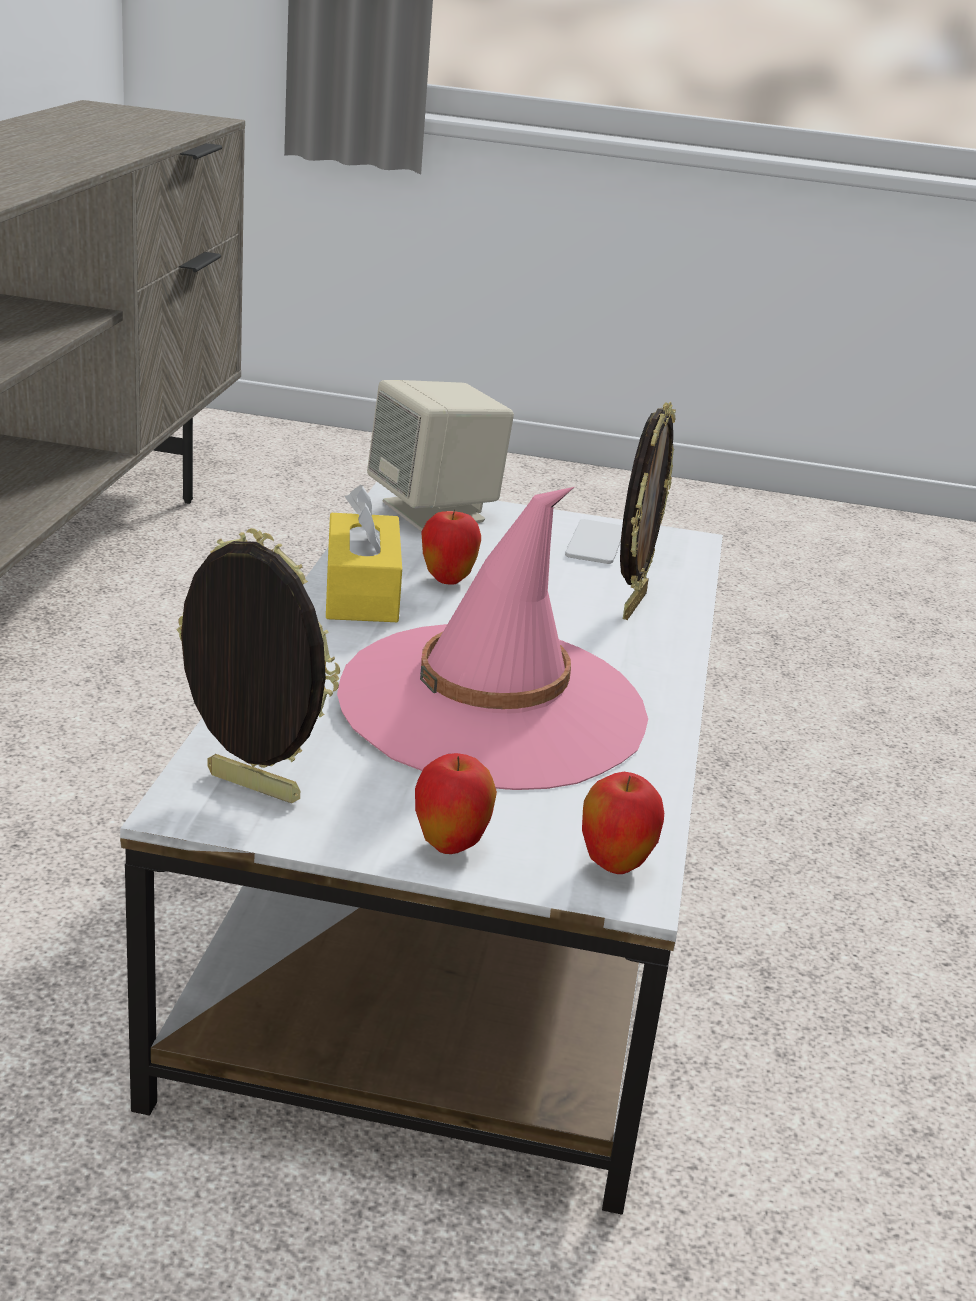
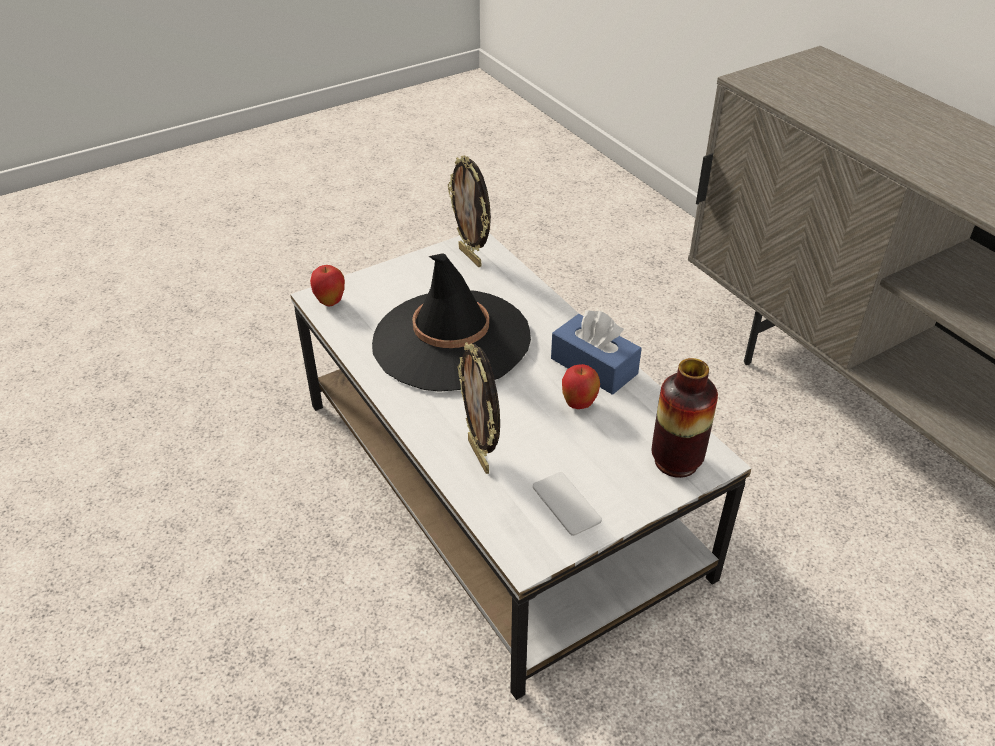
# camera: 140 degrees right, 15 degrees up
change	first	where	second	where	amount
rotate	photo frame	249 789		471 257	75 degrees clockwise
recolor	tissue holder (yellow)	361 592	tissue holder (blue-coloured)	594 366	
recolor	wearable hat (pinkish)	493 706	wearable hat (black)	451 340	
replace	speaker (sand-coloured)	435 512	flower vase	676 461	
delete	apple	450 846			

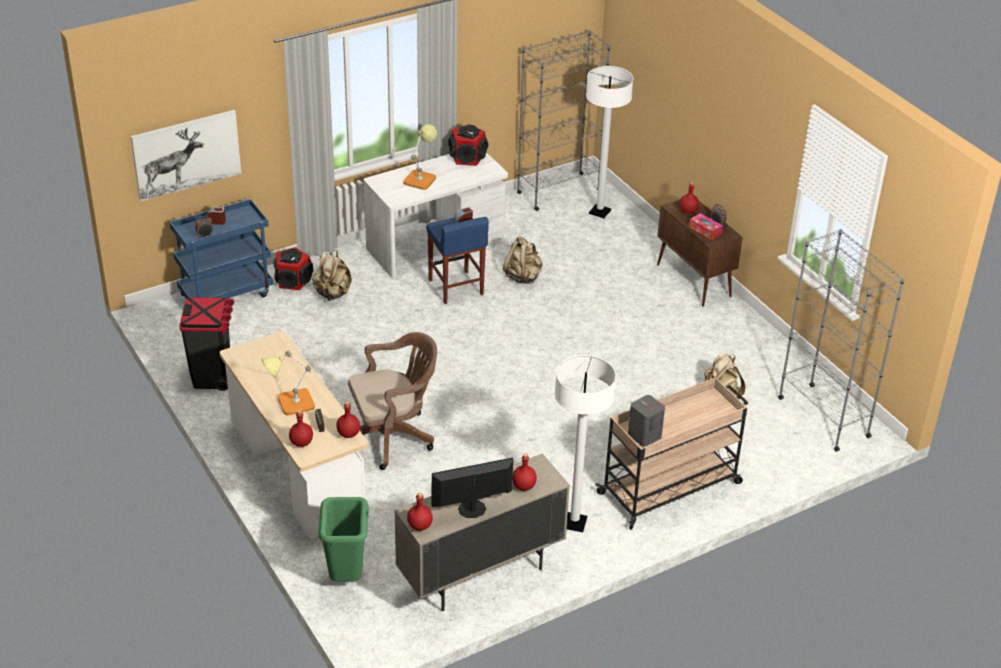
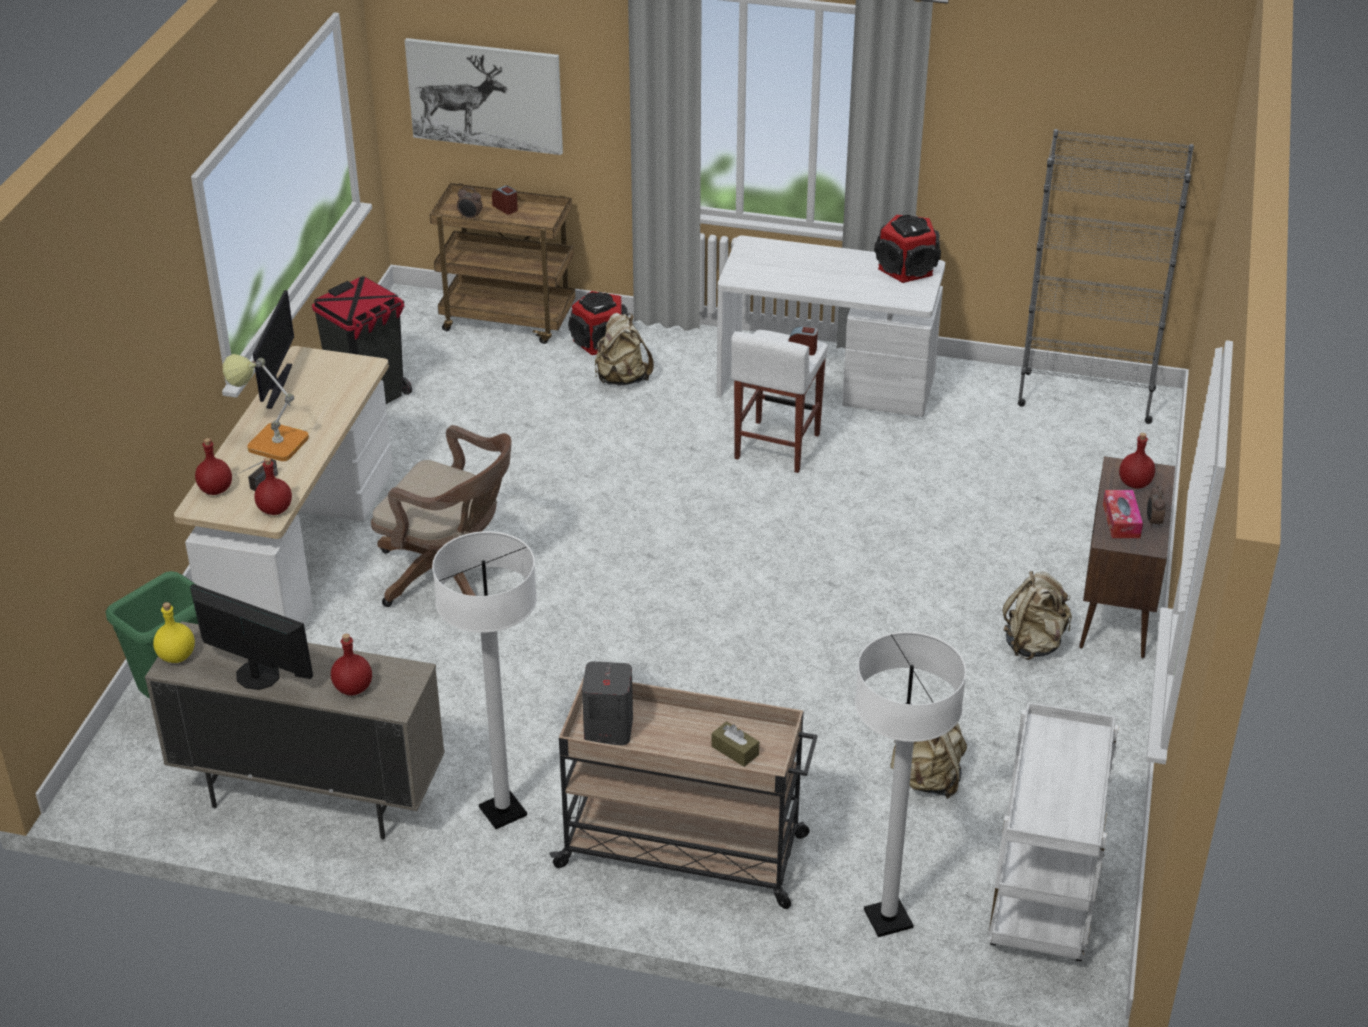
# camera: 45 degrees right, 0 degrees up
change	first	where	second	where	amount
recolor	cart (blue-coloured)	226 294	cart (brown-coloured)	509 320	
delete	table lamp	421 178			
recolor	drink bottle (red-coloured)	420 526	drink bottle (yellow)	177 656	
recolor	stool seat (blue-coloured)	456 288	stool seat (white-coloured)	776 447	
move	knapsack (sand-coloured)	523 276		1034 643	
move	floor lamp (white-coloured)	600 212		888 919	
replace	shelving unit (grey)	823 417	cart (white-coloured)	1043 902	
insert			computer screen	277 386	
insert			tissue holder (brown-coloured)	735 750	

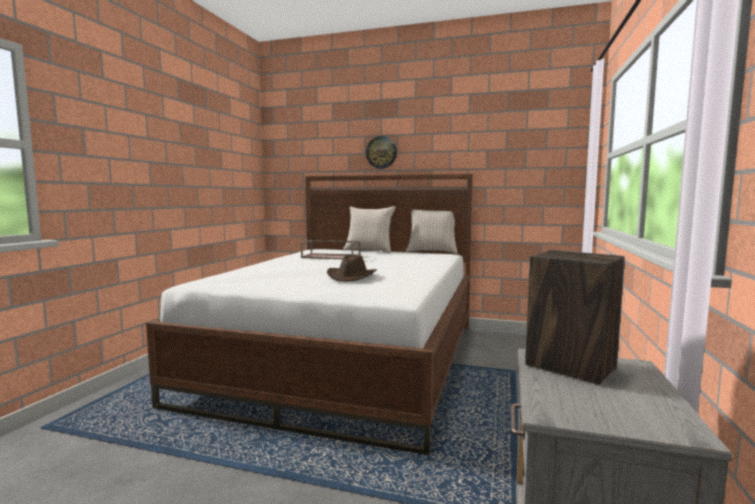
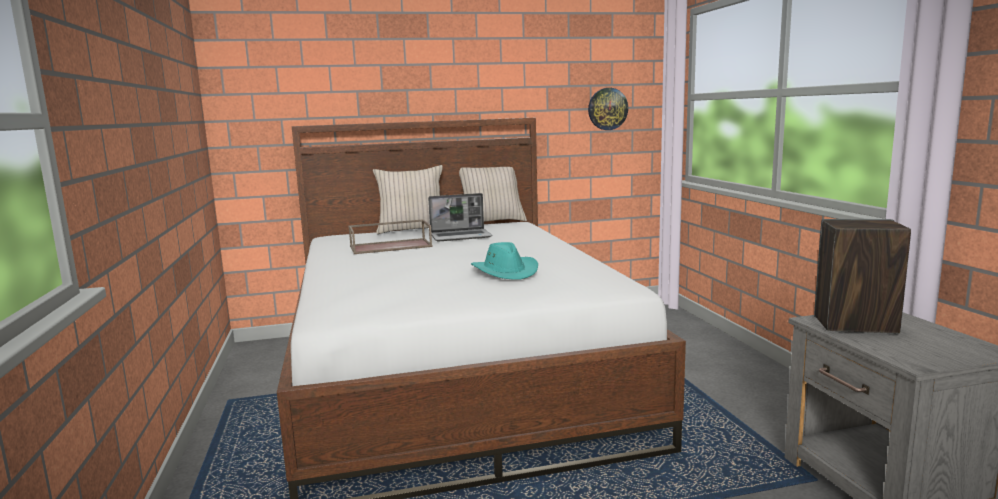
# camera: 30 degrees left, 5 degrees up
change	first	where	second	where	amount
recolor	wearable hat (brown-coloured)	352 277	wearable hat (turquoise-coloured)	505 272	
move	wall clock	381 152		607 109	
insert			laptop	461 236	

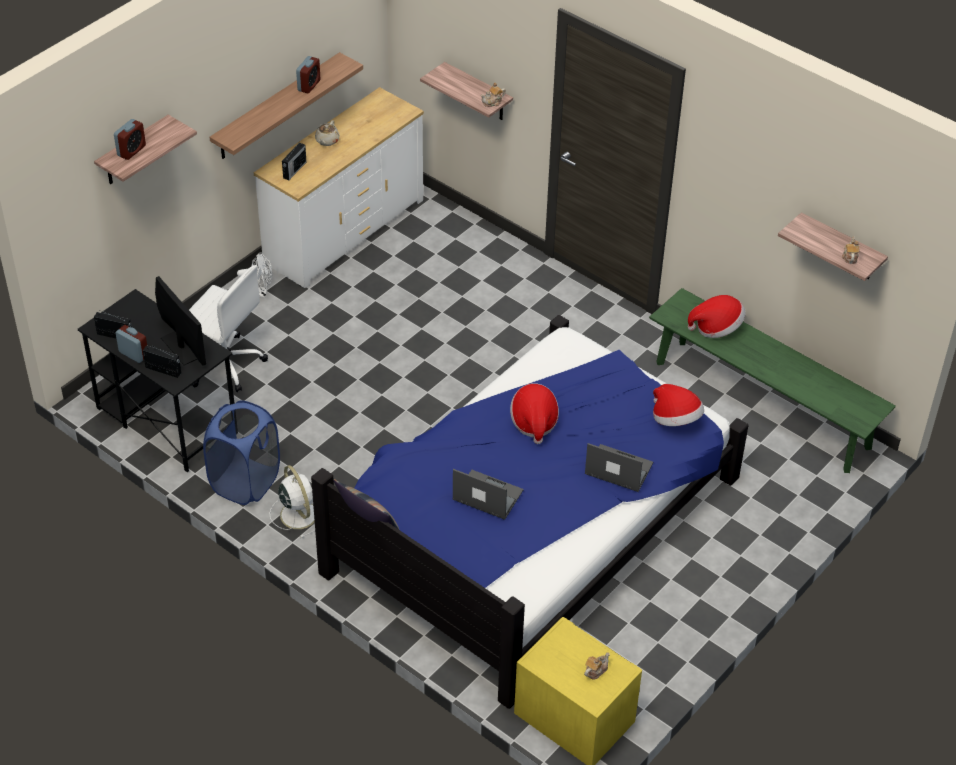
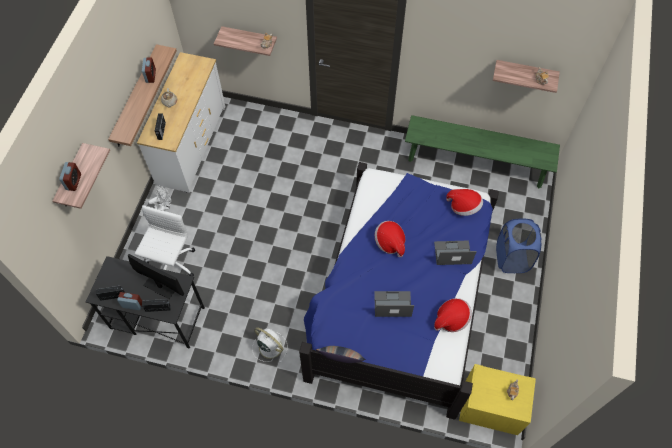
# camera: 25 degrees left, 15 degrees up
change	first	where	second	where	amount
rotate	desk chair (white-coloured)	224 364		171 264	75 degrees counterclockwise
move	washing basket (blue-coloured)	245 482		512 258	
move	wearable hat	716 327		451 319	

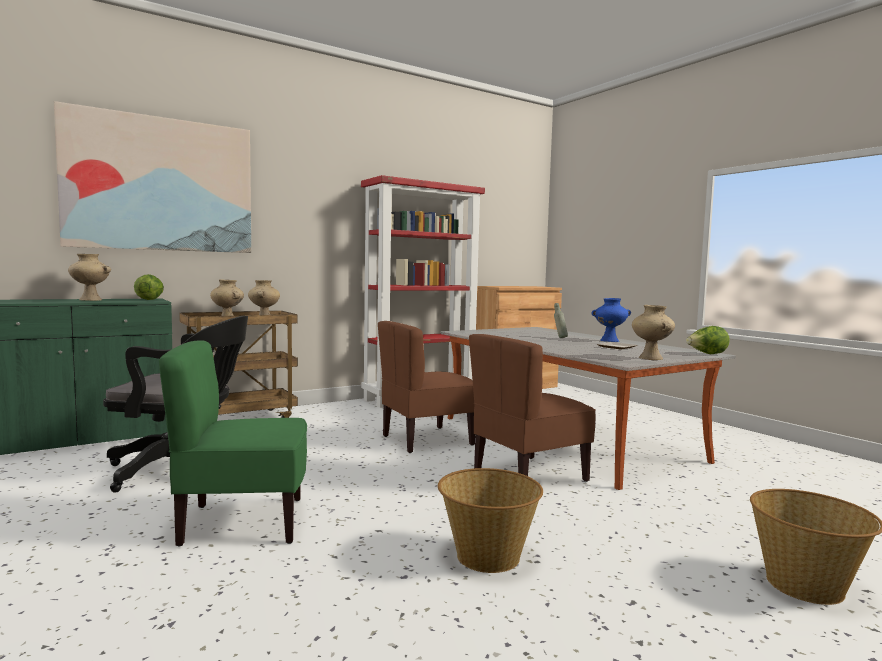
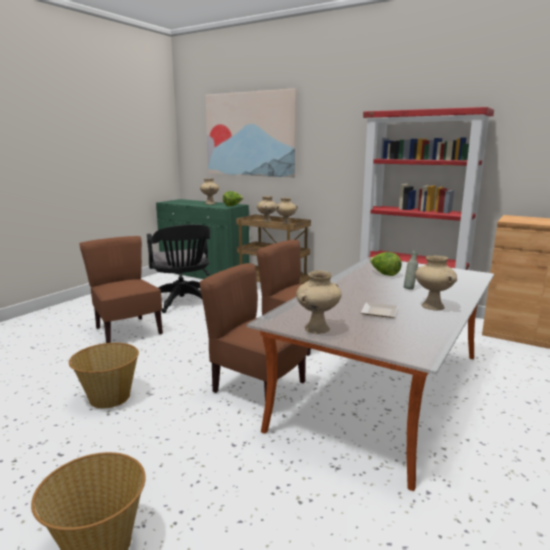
# camera: 65 degrees right, 10 degrees up
change	first	where	second	where	amount
recolor	plain chair (green)	242 522	plain chair (brown-coloured)	127 331	
recolor	flower vase (blue-coloured)	609 341	flower vase (sand-coloured)	432 306	
move	head of lettuce	706 354		384 274	

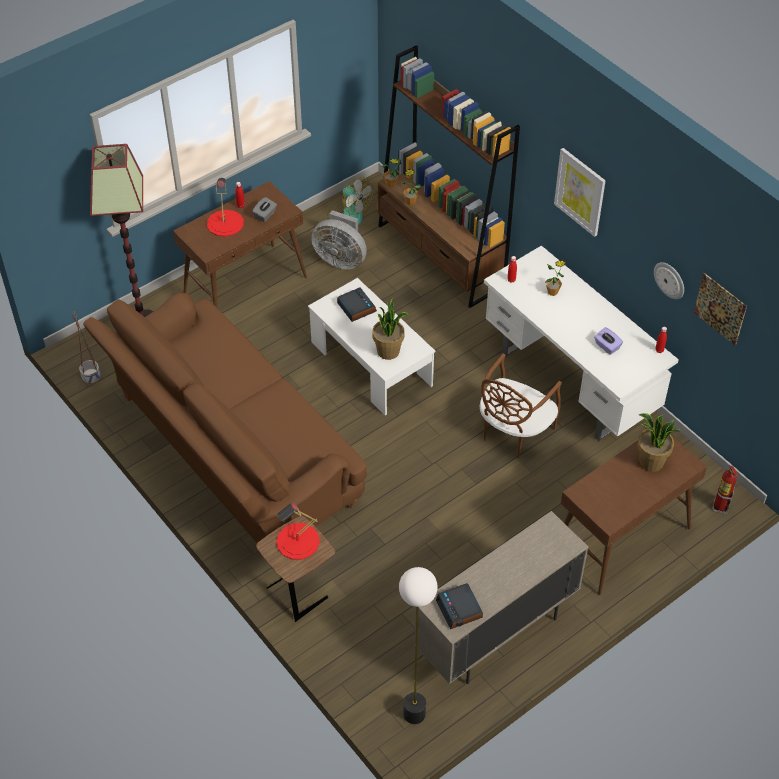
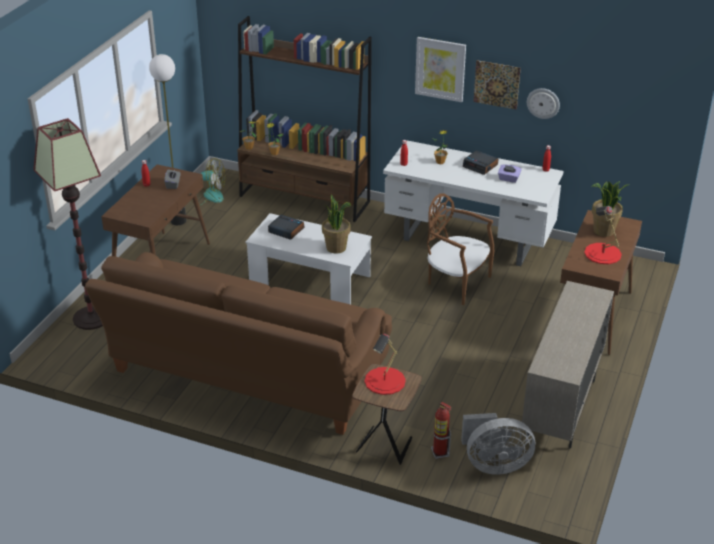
# camera: 30 degrees left, 15 degrees down
change	first	where	second	where	amount
delete	flower pot	91 378			
move	table lamp (red-coloured)	225 223		602 253	
move	cooling fan (grey)	341 259		494 464	
move	floor lamp	414 714		178 221	
move	table clock	459 609		480 166	
rotate	plain chair (brown-coloured)	513 432		456 282	120 degrees clockwise
move	wall picture	720 309		496 84	
move	extinguisher	720 507		440 453	

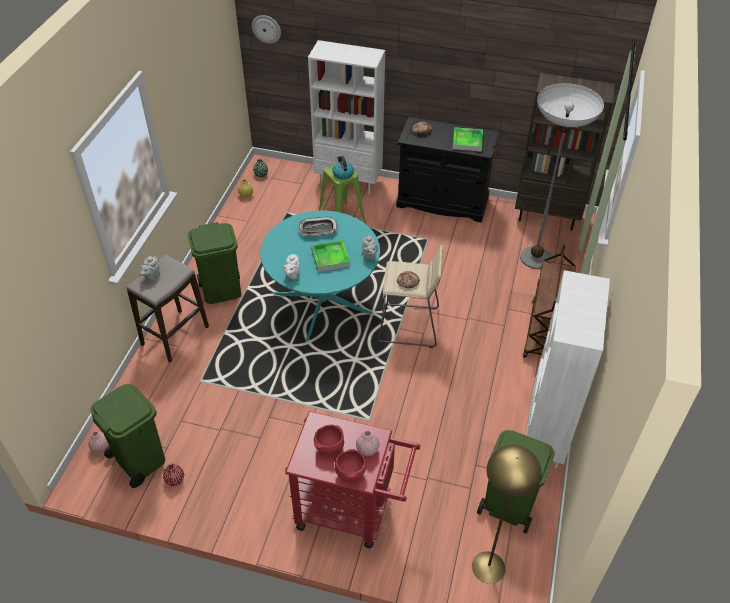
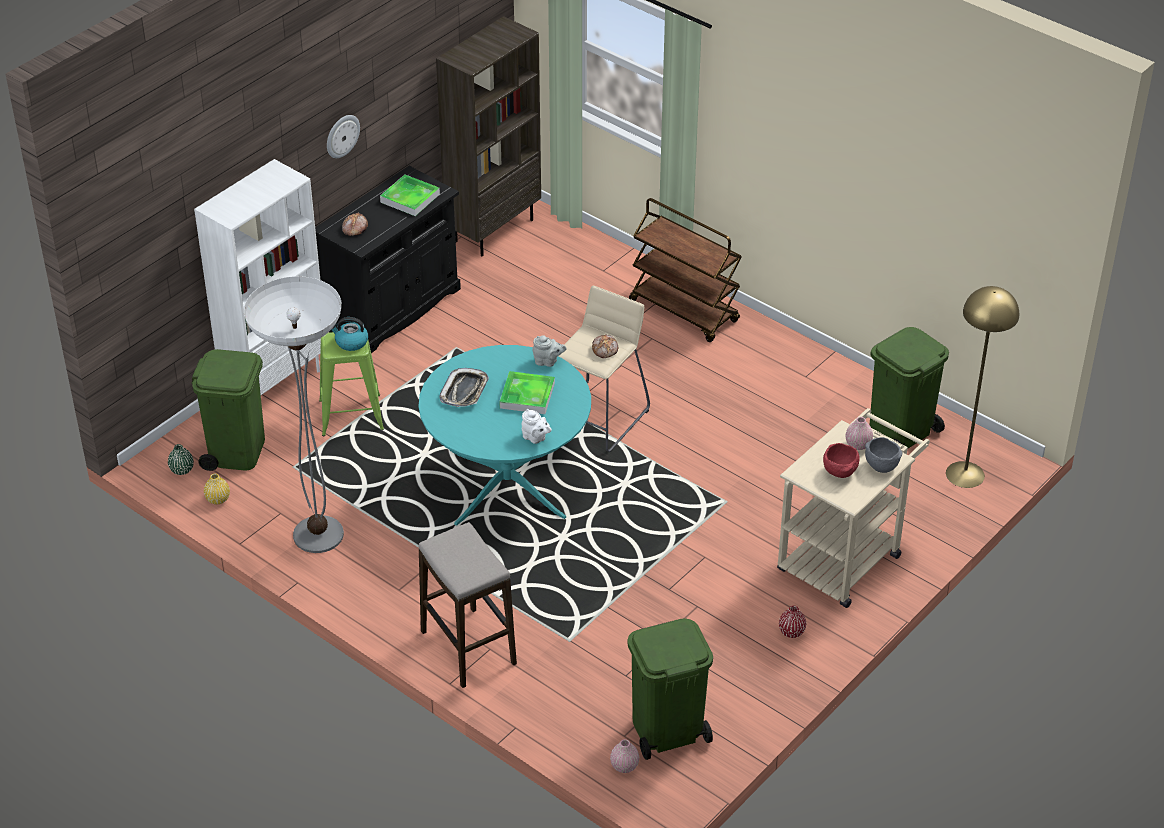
# camera: 65 degrees left, 5 degrees down
change	first	where	second	where	amount
delete	tea pot (grey)	151 276			
move	flower vase (red-coloured)	175 480		791 632	
move	waste bin (green)	222 290		237 451	
move	wall clock	266 28		342 136	
recolor	cart (red-coloured)	352 511	cart (sand-coloured)	845 556	
recolor	serving bowl (red-coloured)	350 472	serving bowl (grey)	880 466	
move	floor lamp	535 258		318 535	
delete	shelving unit (white-coloured)	545 436			

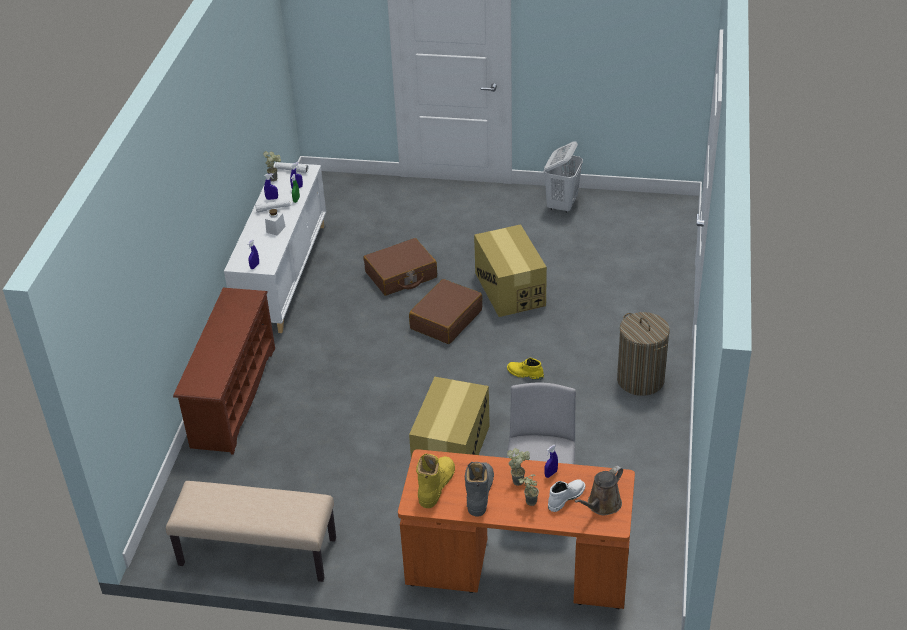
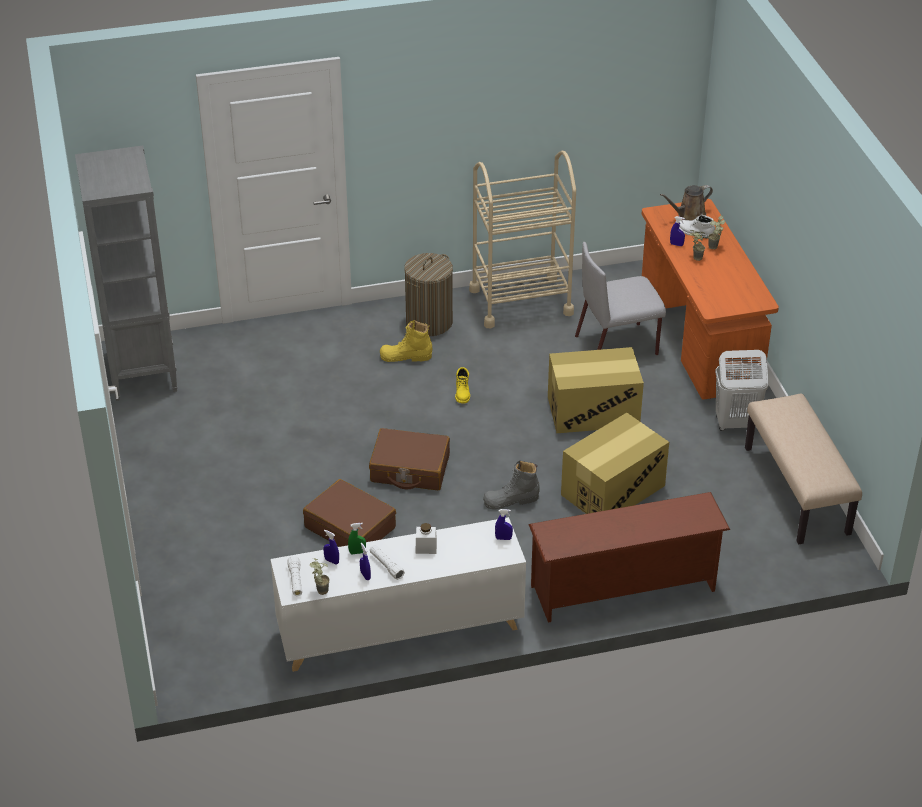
# camera: 115 degrees left, 0 degrees up
change	first	where	second	where	amount
move	tall boot (yellow)	436 485		406 356	
move	tall boot (grey)	479 492		511 500	
move	carton	510 289		613 490	
move	washing basket (white-coloured)	562 205		735 423	
rotate	sprinkling can (brown-coloured)	602 505		689 215	135 degrees clockwise
insert			shelving unit (grey)	142 371	
insert			cart (sand-coloured)	521 301	

